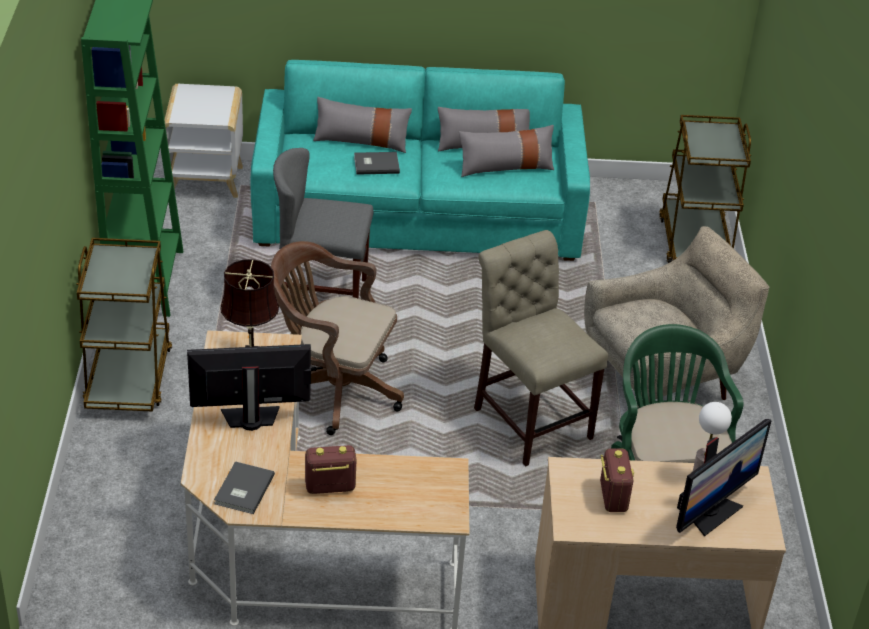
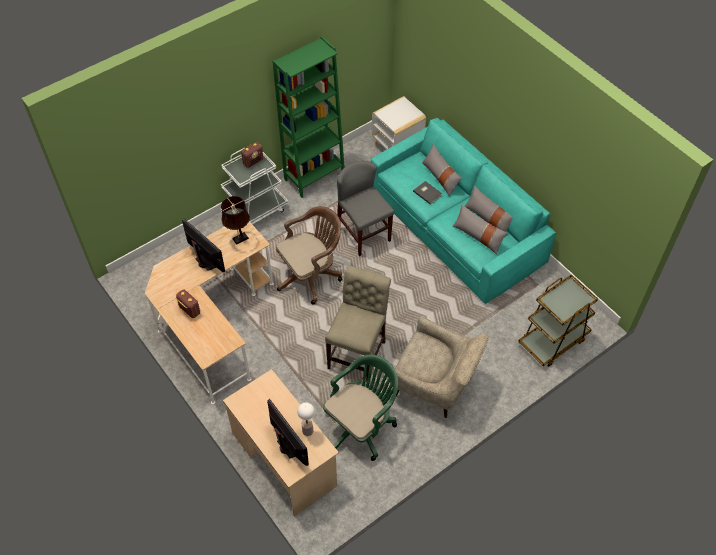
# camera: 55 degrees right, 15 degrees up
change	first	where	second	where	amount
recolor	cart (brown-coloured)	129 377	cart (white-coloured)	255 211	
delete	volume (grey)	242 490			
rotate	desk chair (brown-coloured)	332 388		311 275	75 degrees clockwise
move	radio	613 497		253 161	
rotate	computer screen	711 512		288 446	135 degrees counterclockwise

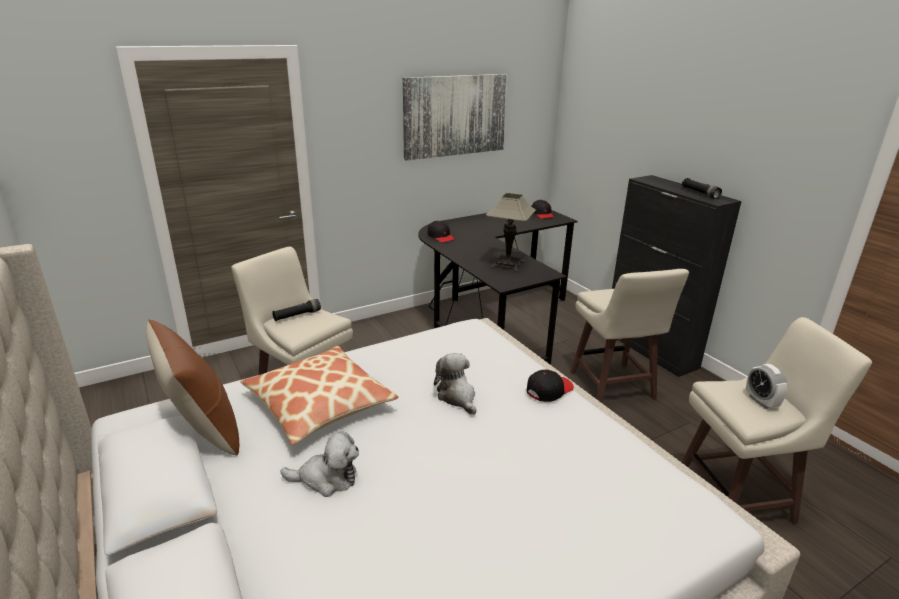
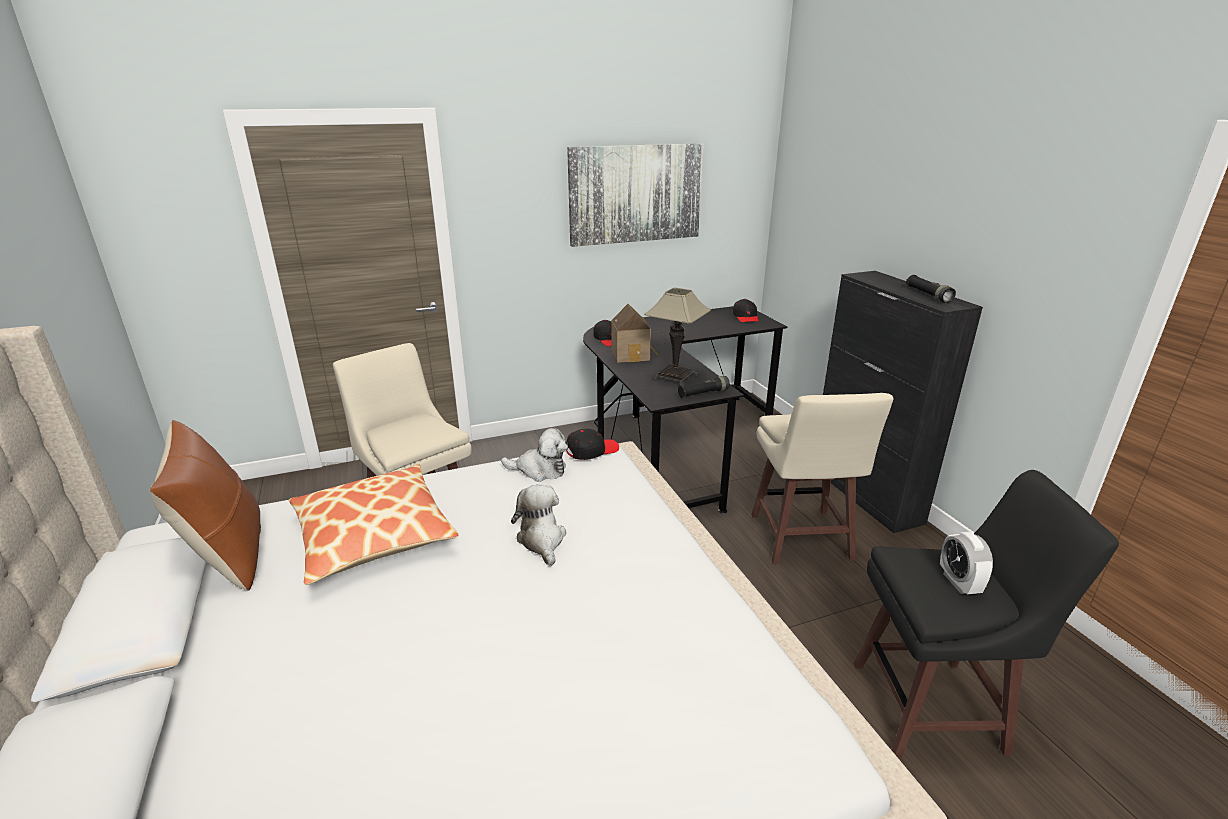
# camera: 10 degrees right, 0 degrees up
change	first	where	second	where	amount
move	hand torch (black)	297 316		703 393	
move	plush toy	326 479		539 470	
move	baseball cap (black)	549 390		592 450	
recolor	stool seat (sand-coloured)	737 497	stool seat (black)	932 708	
insert			model house	632 355	

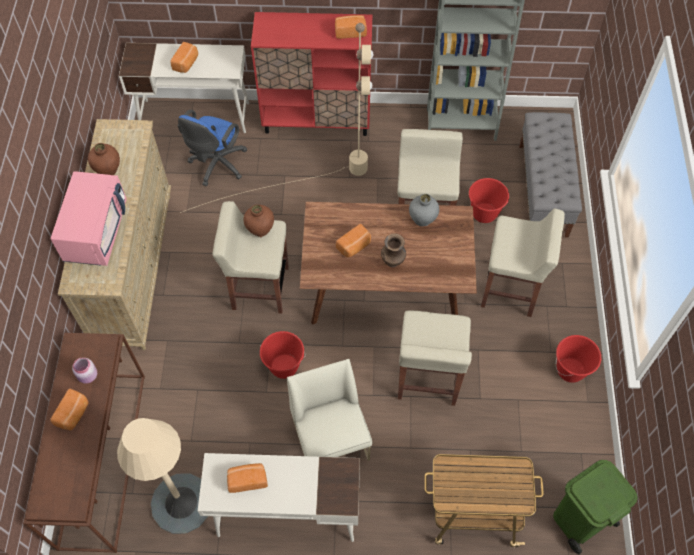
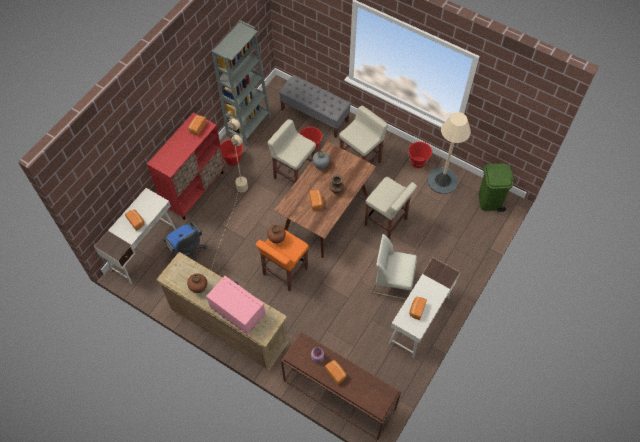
# camera: 60 degrees left, 0 degrees up
change	first	where	second	where	amount
move	floor lamp (sand-coloured)	181 503		442 181	
recolor	stool seat (sand-coloured)	259 288	stool seat (orange-coloured)	284 271	
move	water bucket (red-coloured)	284 366		233 160	
delete	cart	472 511			

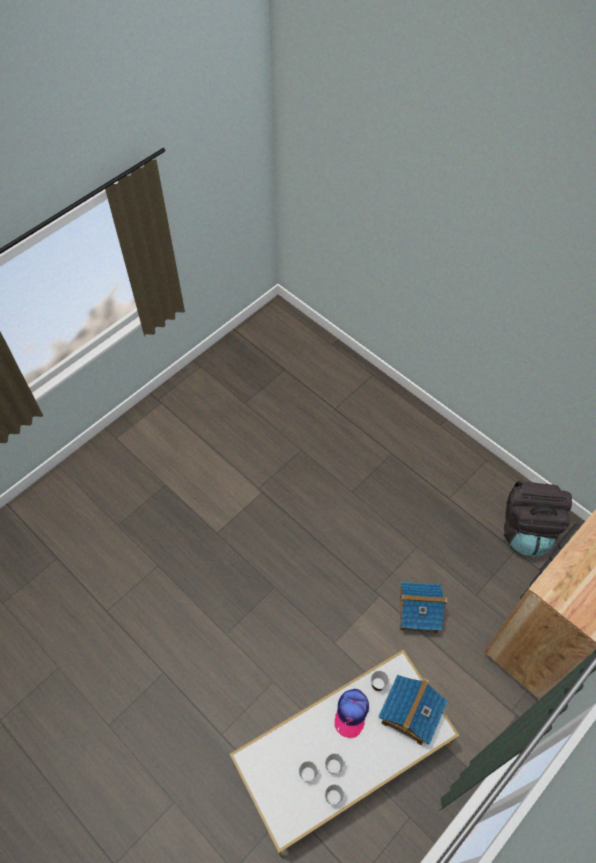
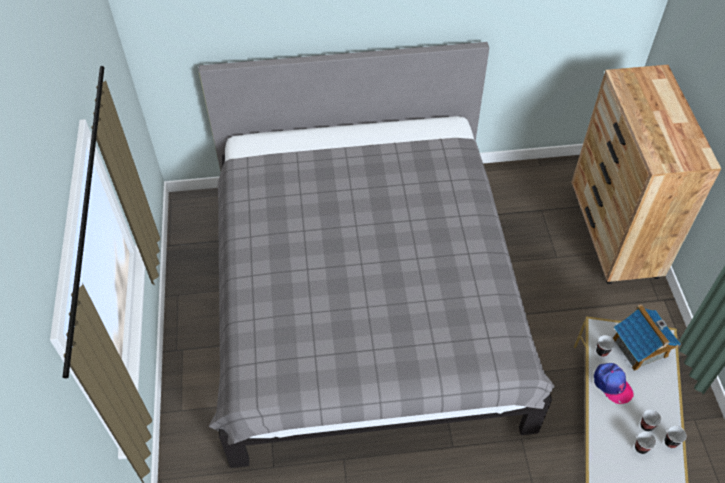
# camera: 50 degrees left, 5 degrees down
change	first	where	second	where	amount
delete	model house	418 613			
delete	knapsack (black)	526 529			
insert			bed (grey)	364 301	

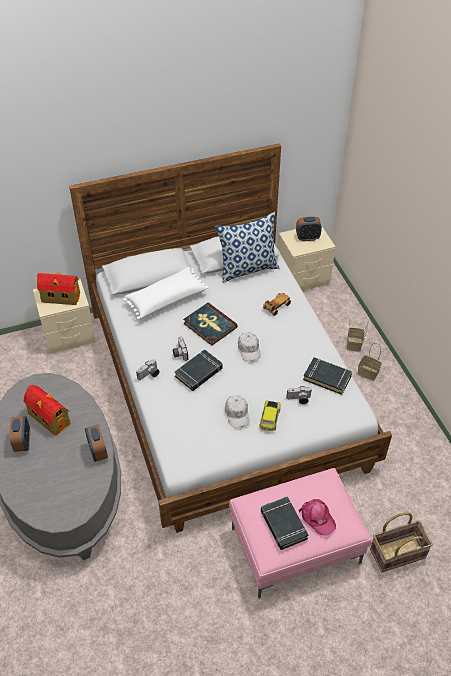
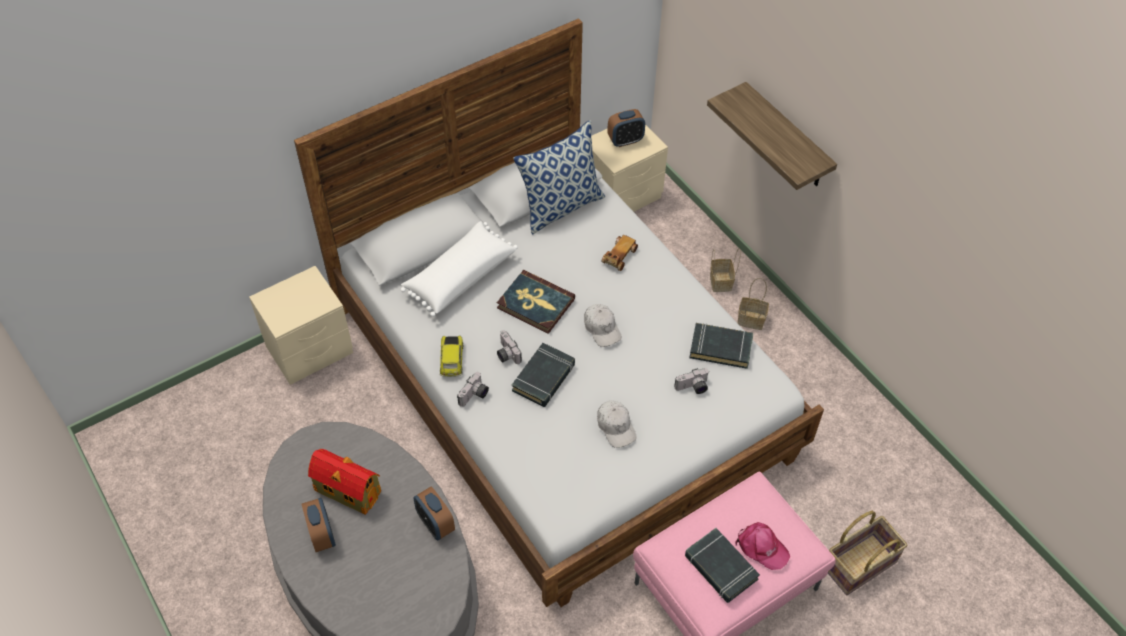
# camera: 15 degrees left, 5 degrees up
change	first	where	second	where	amount
delete	model house	60 297			
move	miniature car	270 419		452 360	
insert			bracket shelf	786 137	

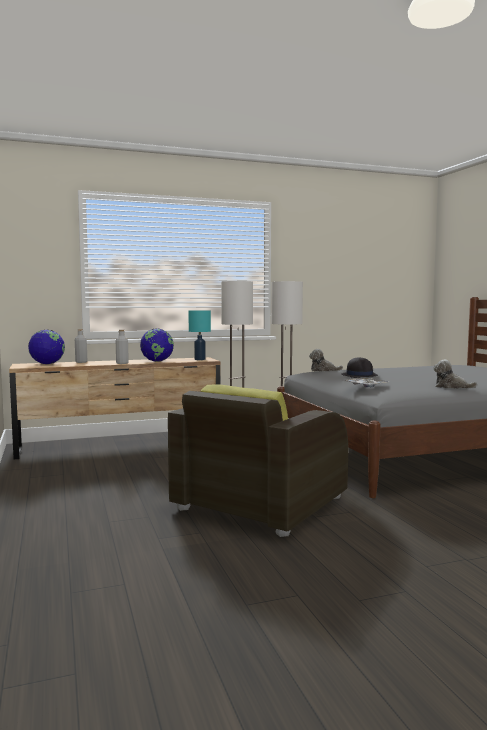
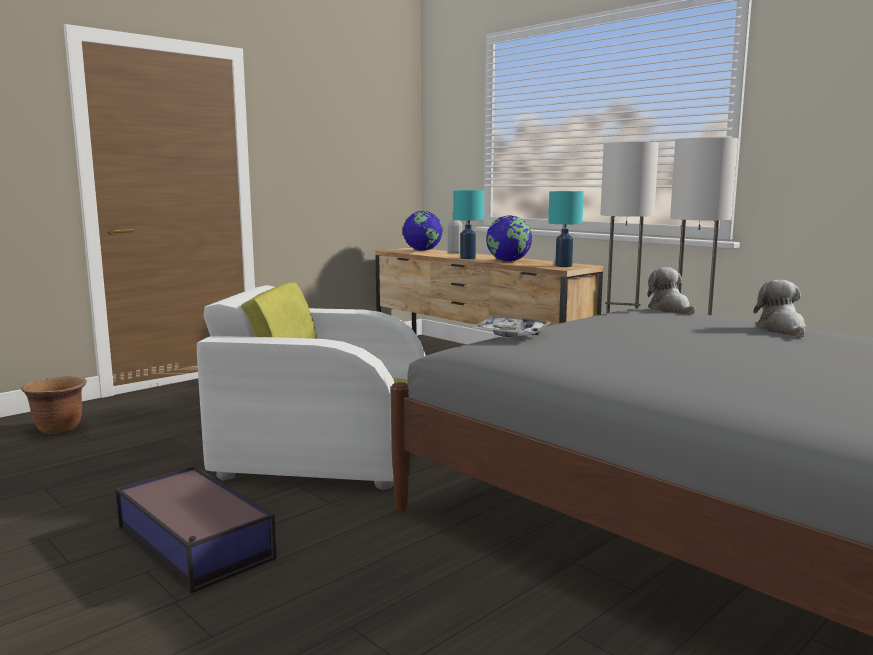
# camera: 65 degrees right, 5 degrees up
change	first	where	second	where	amount
replace	drink bottle (grey)	122 363	table lamp (turquoise-coloured)	467 258	
recolor	armchair (brown-coloured)	259 503	armchair (white-coloured)	325 452	
delete	wearable hat (black)	359 375			
move	plush toy	451 387		782 330	
insert			flower pot (brown-coloured)	59 428	
insert			storage box	194 544	

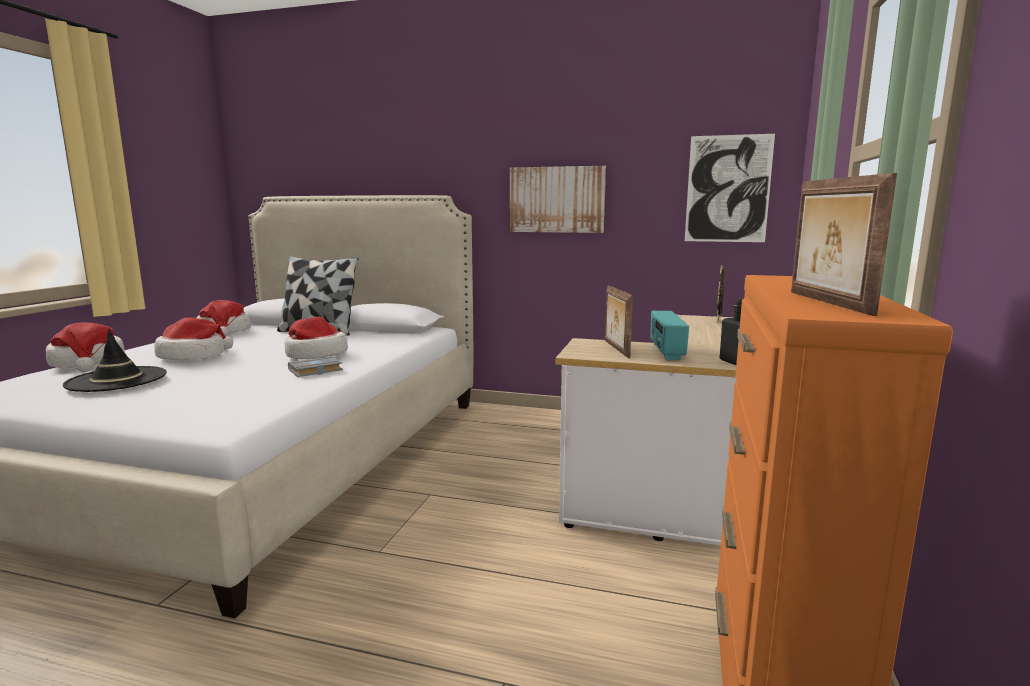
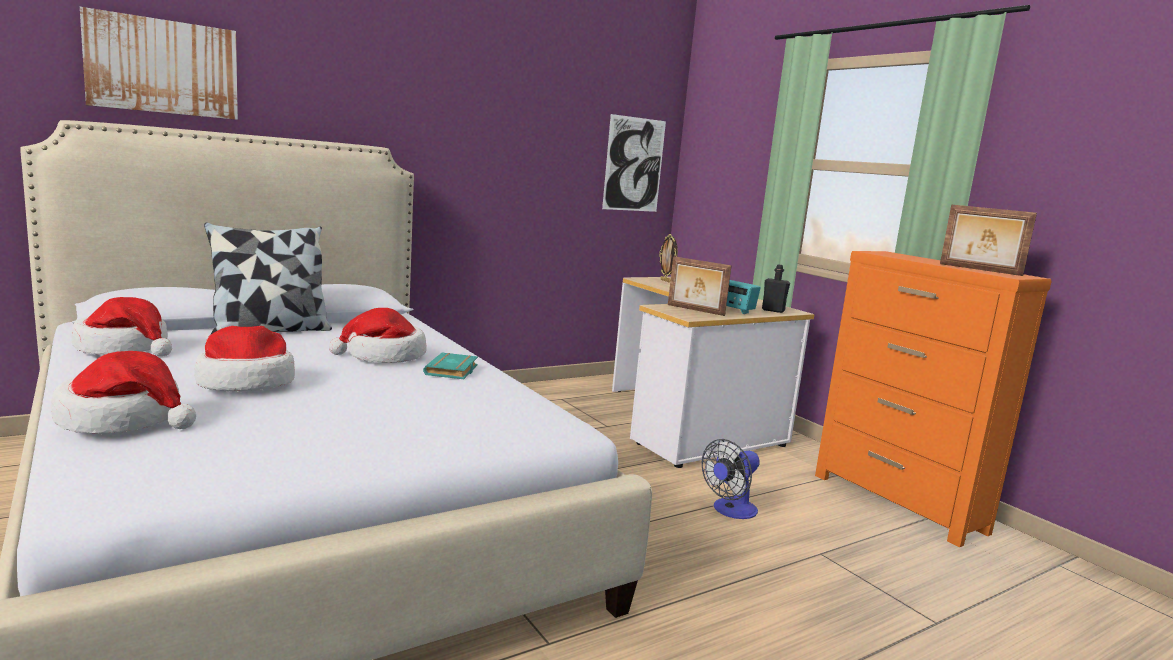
# camera: 50 degrees left, 0 degrees up
change	first	where	second	where	amount
delete	wearable hat (black)	117 379			
recolor	volume (grey)	315 371	volume (turquoise-coloured)	453 371	
move	wall picture	557 199		163 67	
insert			cooling fan	730 511	

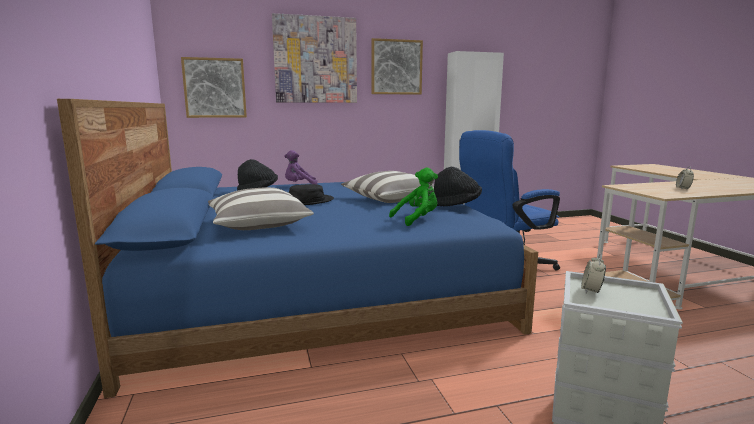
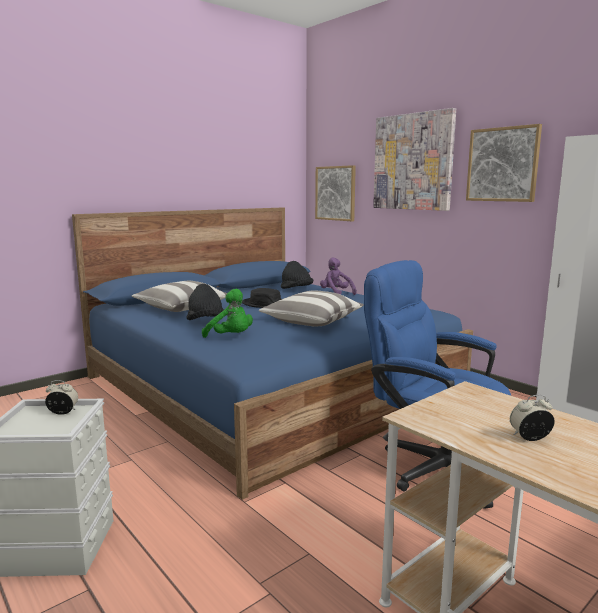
# camera: 65 degrees right, 0 degrees up
change	first	where	second	where	amount
move	wearable hat (black)	456 205		206 322	

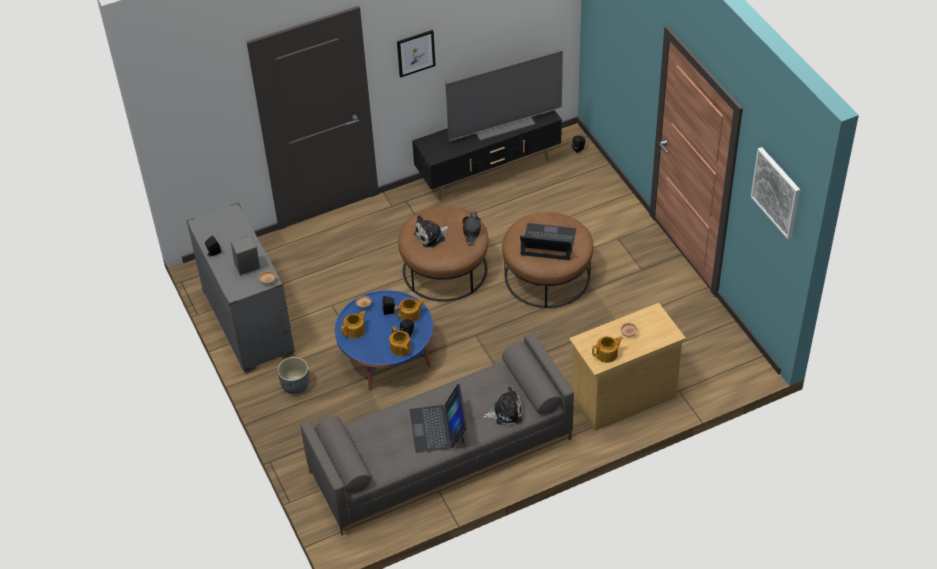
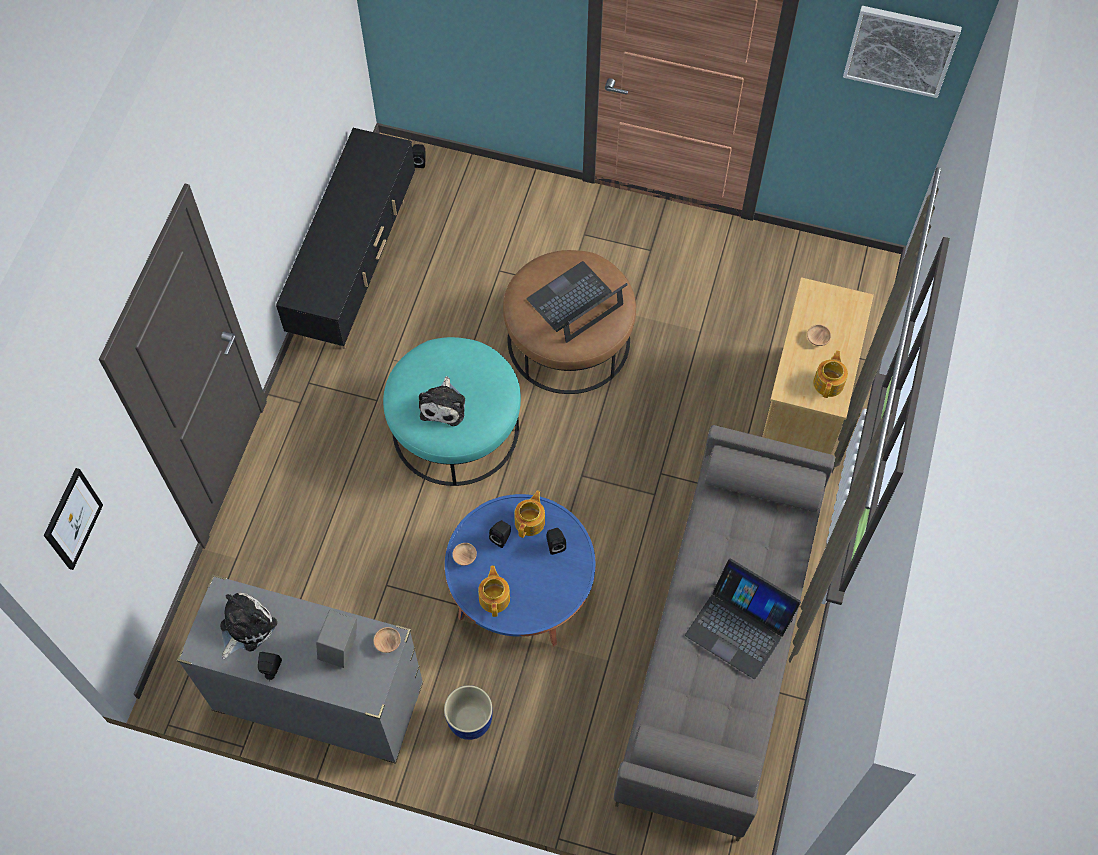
# camera: 50 degrees left, 15 degrees up
change	first	where	second	where	amount
recolor	flower pot (grey)	296 385	flower pot (blue-coloured)	470 719	
delete	tea pot	400 348			
move	wall picture	415 53		72 519	
recolor	footrest (brown-coloured)	445 269	footrest (turquoise-coloured)	455 428	
delete	TV	503 123			
delete	wearable hat (black)	471 230			
move	plush toy	506 412		245 627	

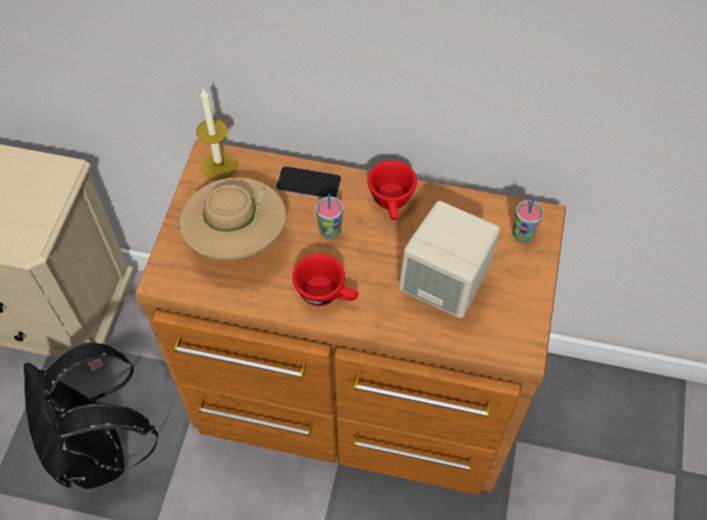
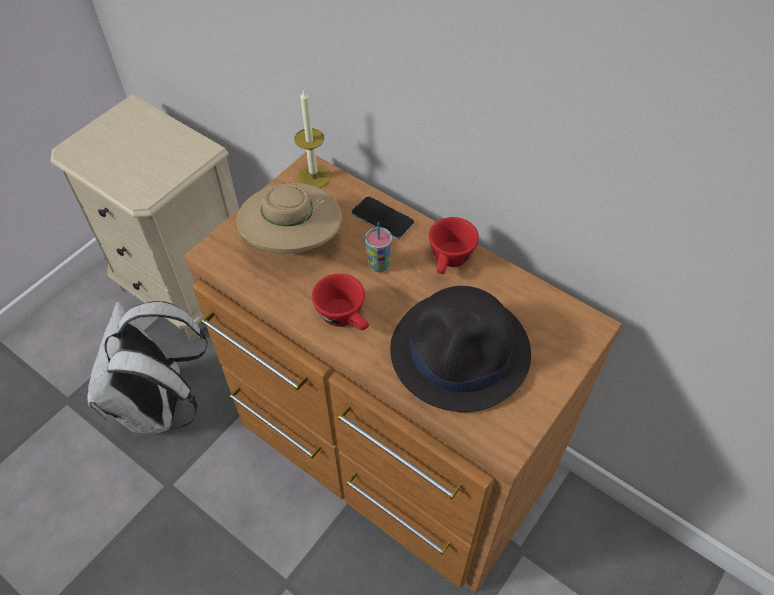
# camera: 25 degrees right, 5 degrees down
change	first	where	second	where	amount
recolor	knapsack (black)	101 451	knapsack (white-coloured)	161 406	
replace	speaker (sand-coloured)	445 285	wearable hat (black)	461 351	
delete	cup	522 235			

